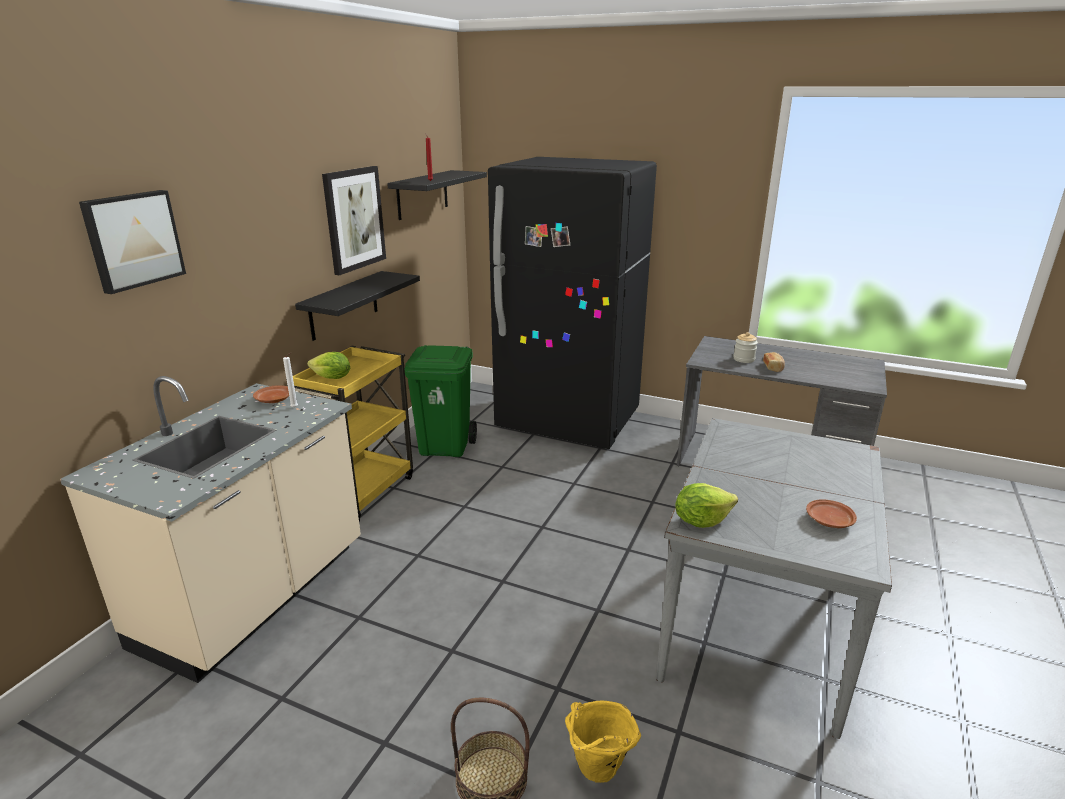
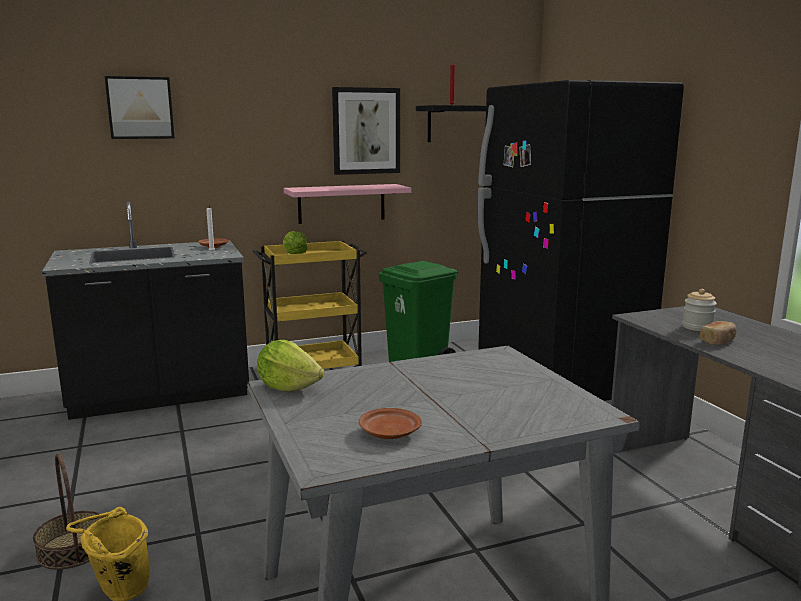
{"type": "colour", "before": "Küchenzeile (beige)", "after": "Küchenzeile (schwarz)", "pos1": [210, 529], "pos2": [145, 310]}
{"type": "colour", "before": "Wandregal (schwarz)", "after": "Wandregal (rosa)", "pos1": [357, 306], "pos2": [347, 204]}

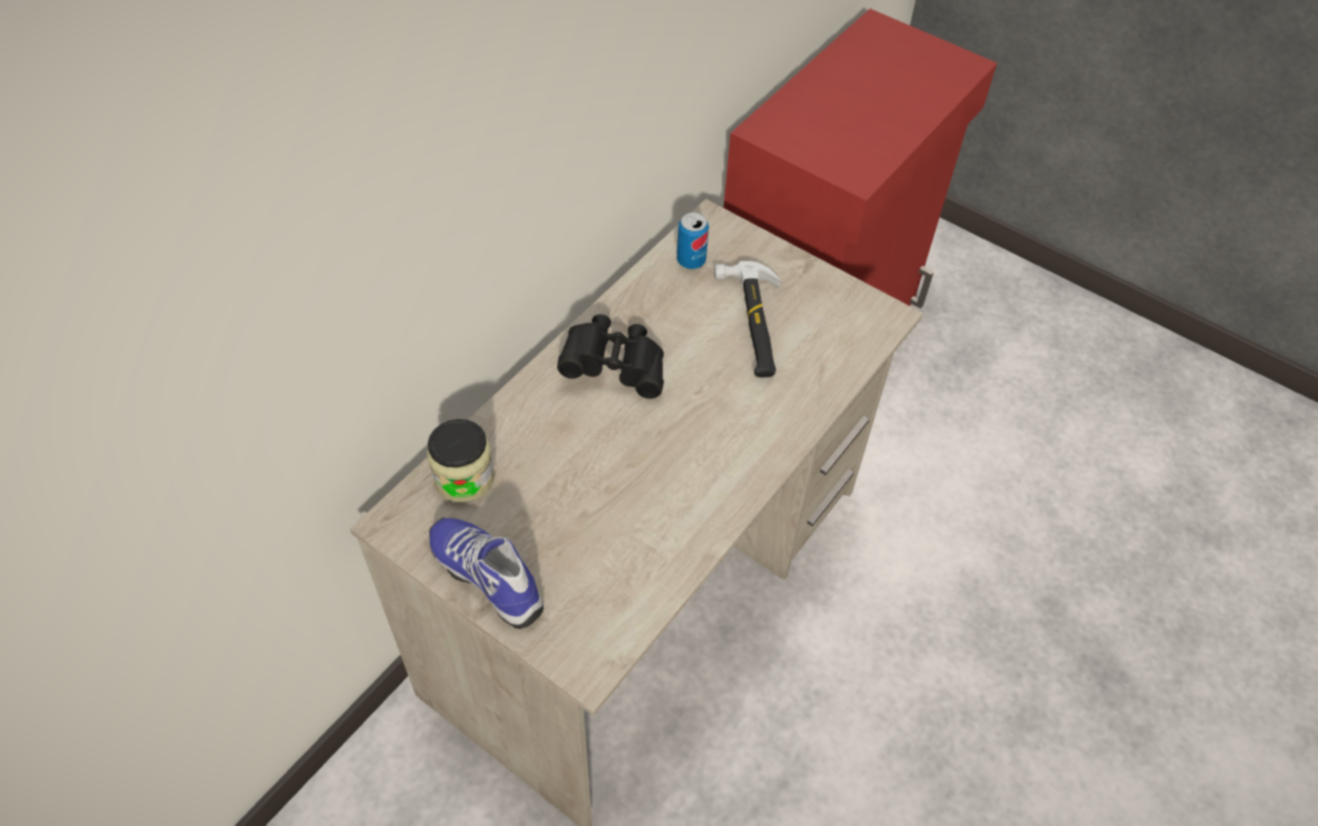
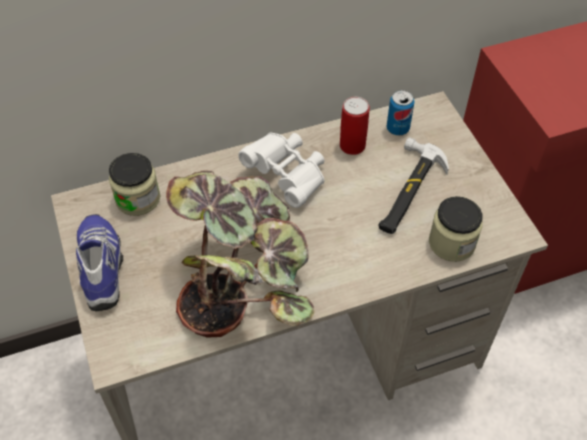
{"type": "colour", "before": "Fernglas (schwarz)", "after": "Fernglas (weiß)", "pos1": [610, 356], "pos2": [281, 170]}
{"type": "appeared", "after": "Topfpflanze", "pos2": [240, 254]}
{"type": "appeared", "after": "Dose", "pos2": [355, 126]}
{"type": "appeared", "after": "Vorratsglas", "pos2": [456, 229]}

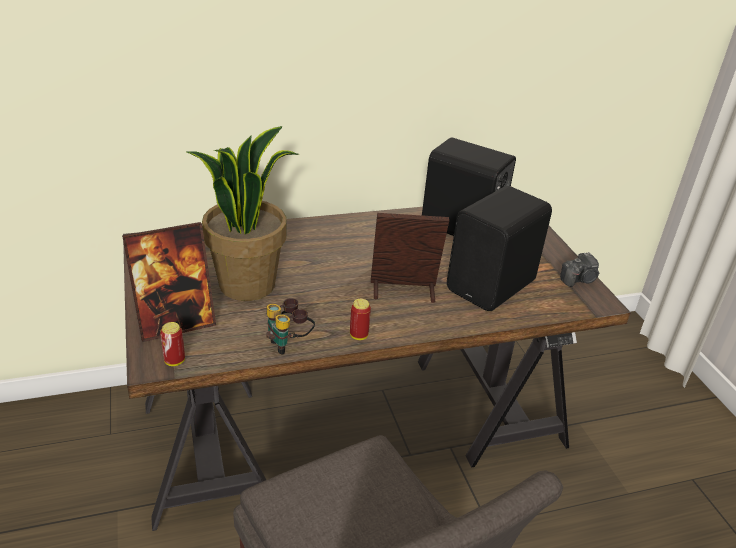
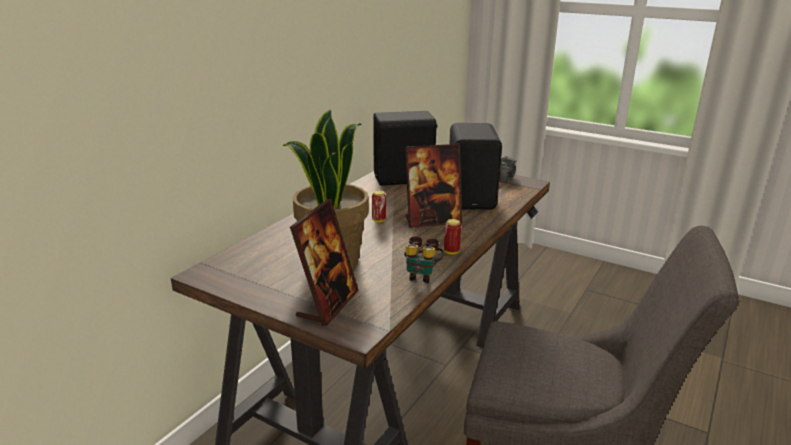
{"type": "relocated", "before": "Dose", "pos1": [172, 344], "pos2": [379, 206]}
{"type": "spun", "before": "Bilderrahmen", "pos1": [410, 258], "pos2": [433, 186], "turn": -150}

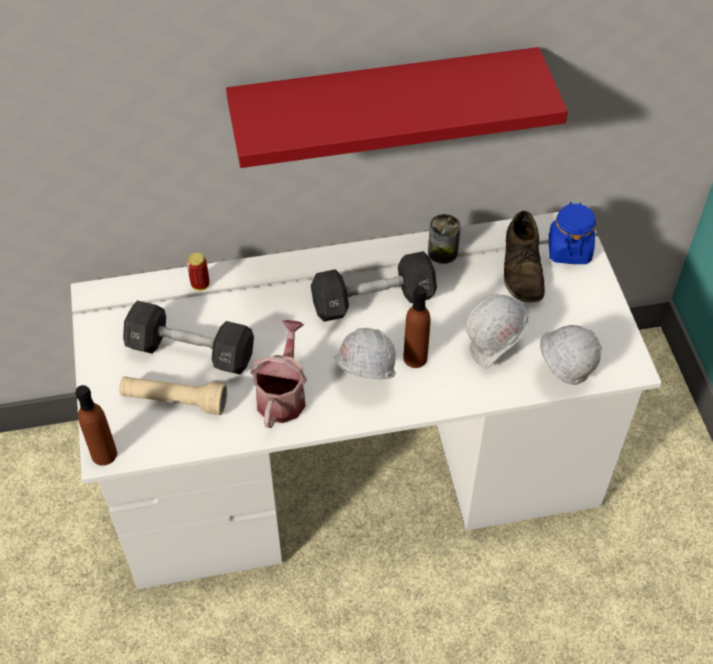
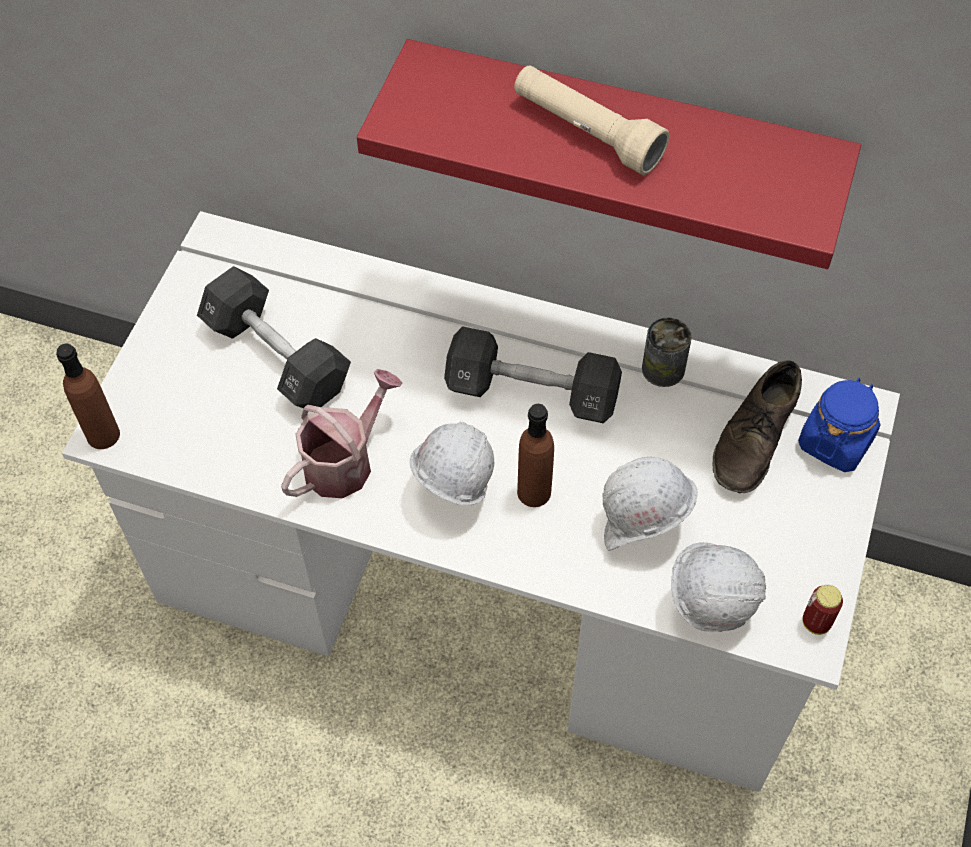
{"type": "relocated", "before": "Taschenlampe (beige)", "pos1": [173, 396], "pos2": [591, 120]}
{"type": "relocated", "before": "Dose", "pos1": [198, 272], "pos2": [822, 610]}

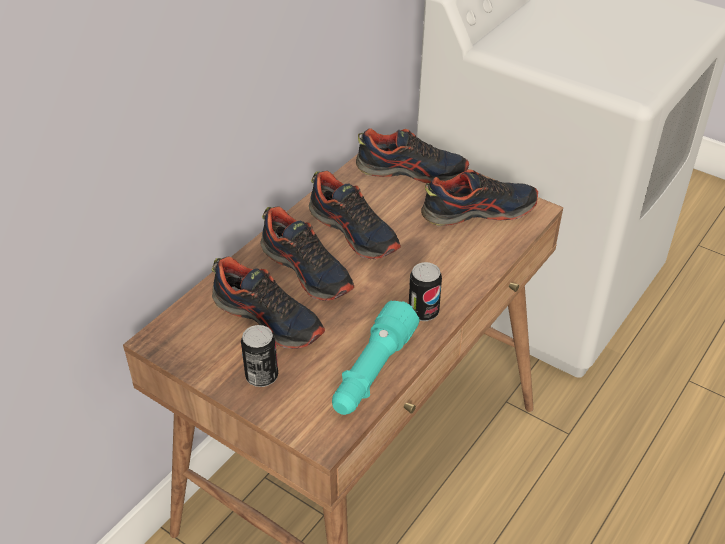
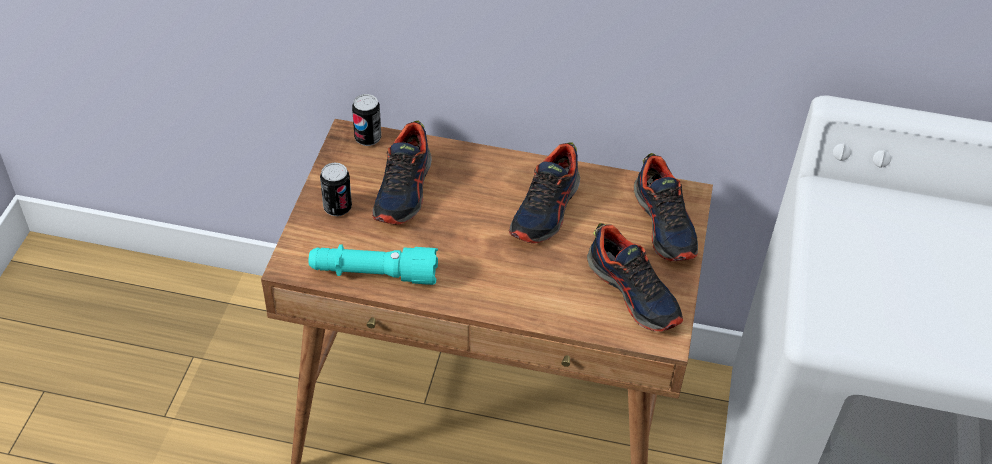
{"type": "missing", "before": "Schuh", "pos1": [307, 253]}
{"type": "relocated", "before": "Dose", "pos1": [425, 291], "pos2": [366, 120]}

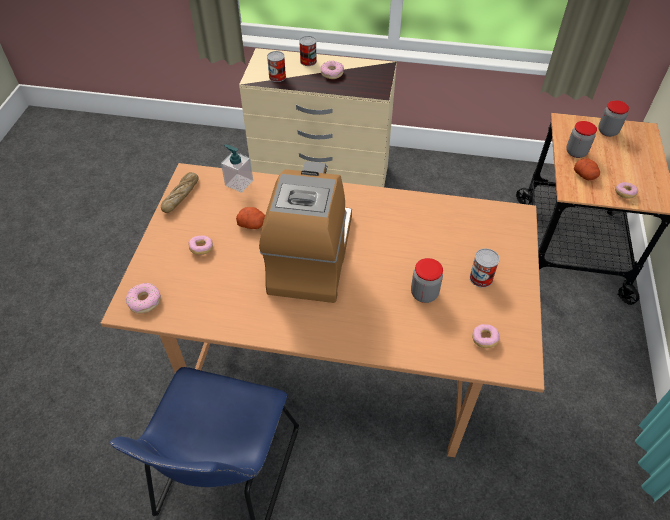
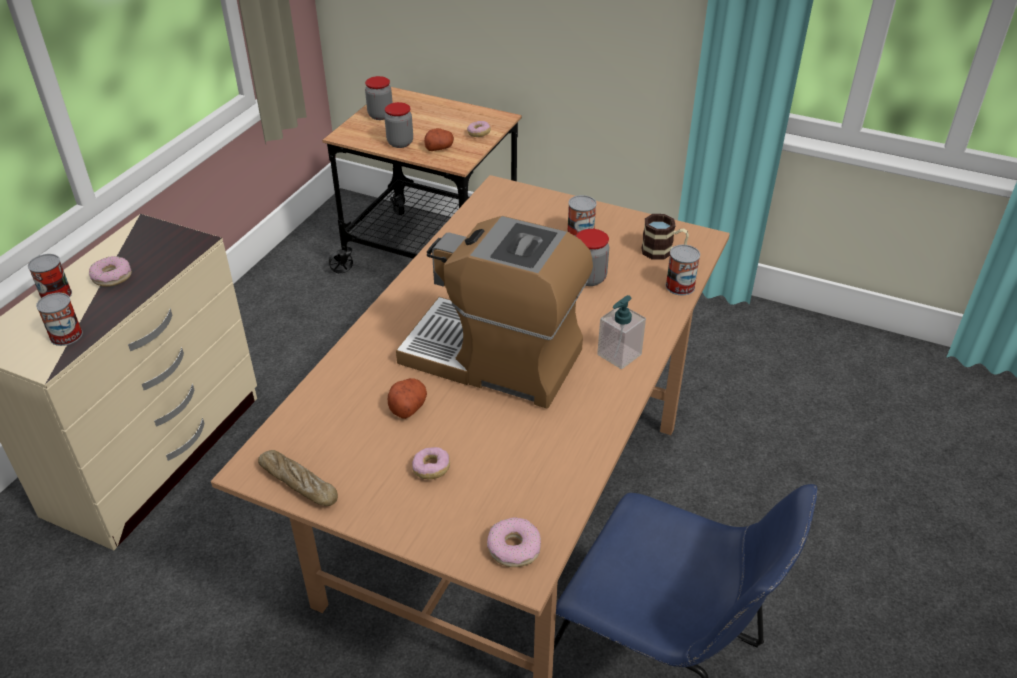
{"type": "relocated", "before": "Seifenspender", "pos1": [237, 168], "pos2": [621, 332]}
{"type": "exchanged", "before": "Donut", "after": "Henkelbecher", "pos1": [485, 336], "pos2": [665, 237]}
{"type": "appeared", "after": "Dose", "pos2": [683, 270]}

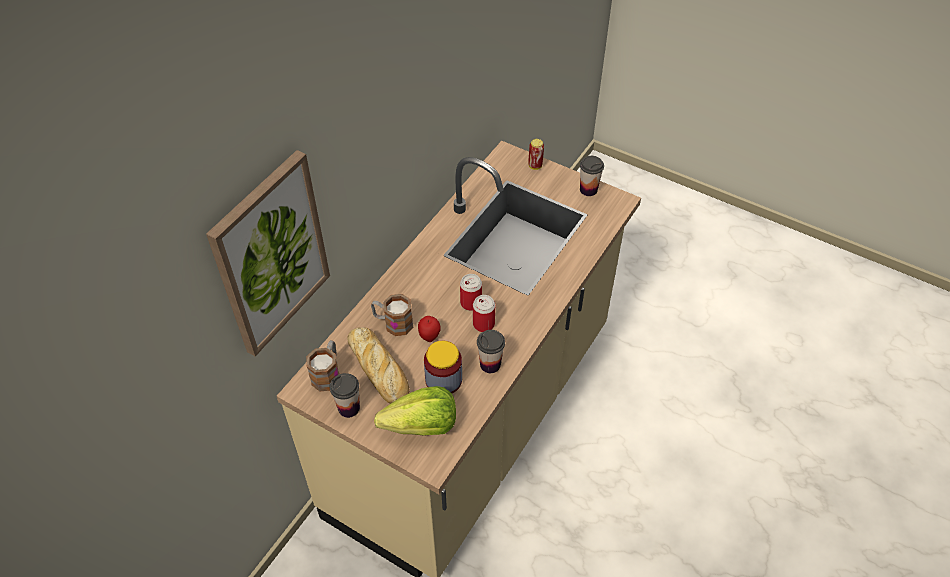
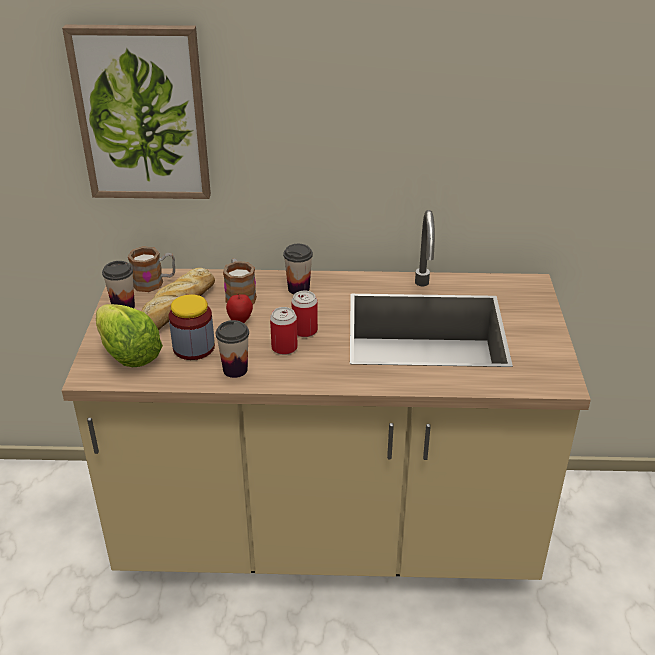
{"type": "missing", "before": "Dose", "pos1": [536, 154]}
{"type": "relocated", "before": "Tasse", "pos1": [592, 176], "pos2": [298, 269]}

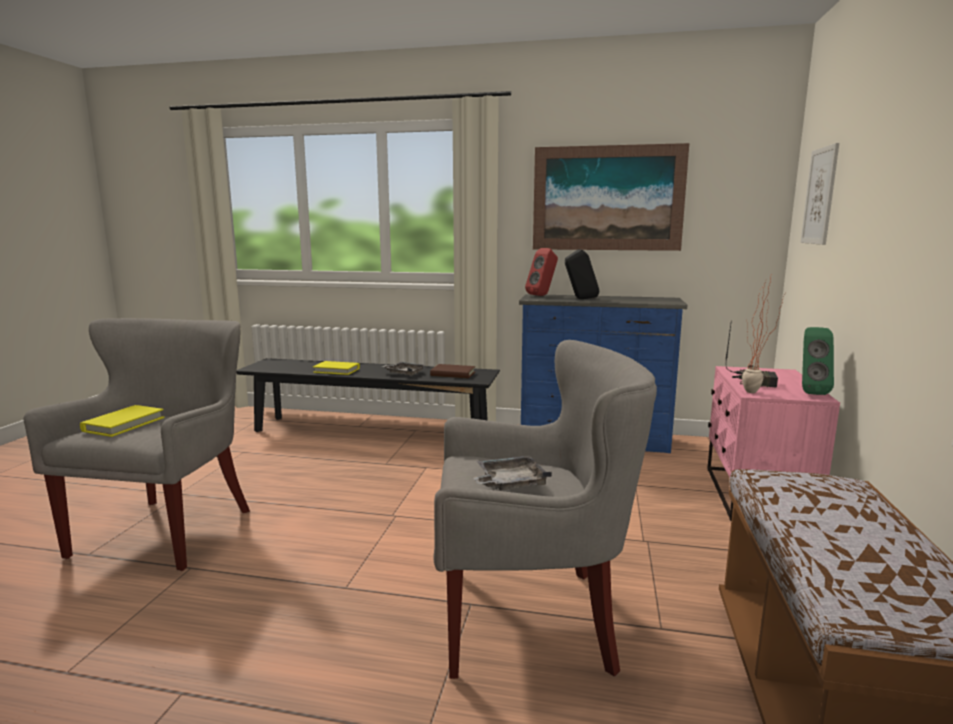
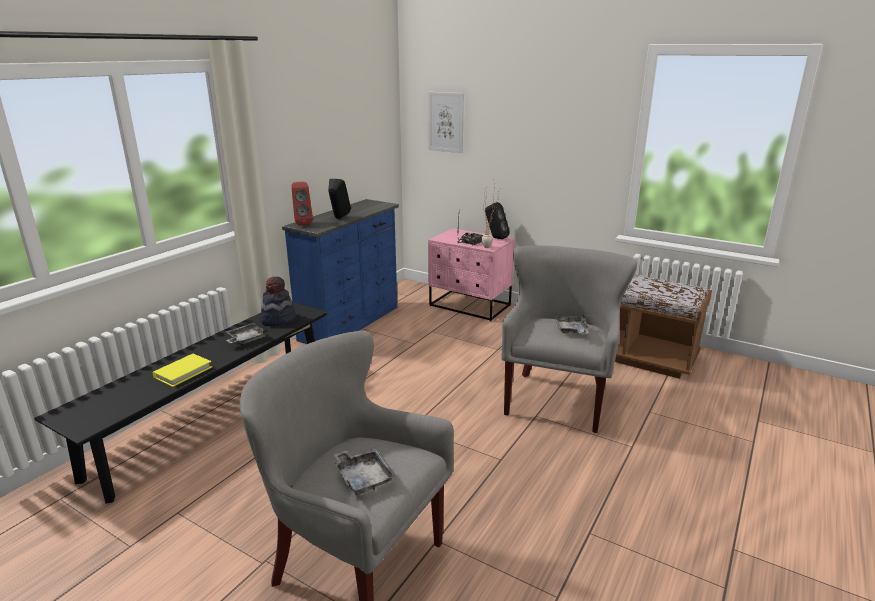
{"type": "exchanged", "before": "Buch (gelb)", "after": "Tablett (grau)", "pos1": [122, 421], "pos2": [364, 472]}
{"type": "exchanged", "before": "Buch (braun)", "after": "Hut", "pos1": [452, 371], "pos2": [278, 301]}
{"type": "missing", "before": "Bild", "pos1": [611, 197]}
{"type": "colour", "before": "Lautsprecher (grün)", "after": "Lautsprecher (schwarz)", "pos1": [818, 361], "pos2": [497, 220]}

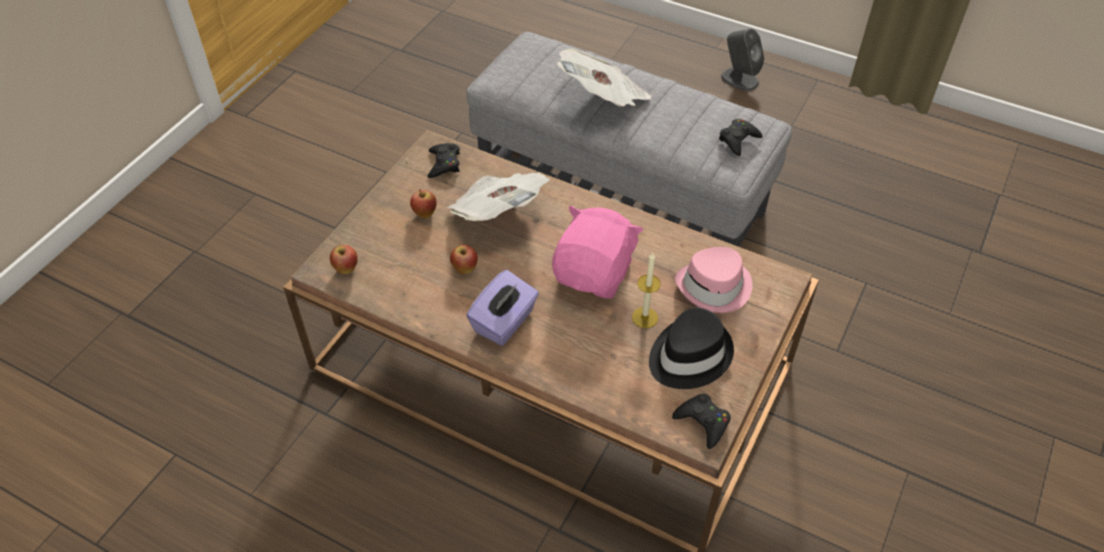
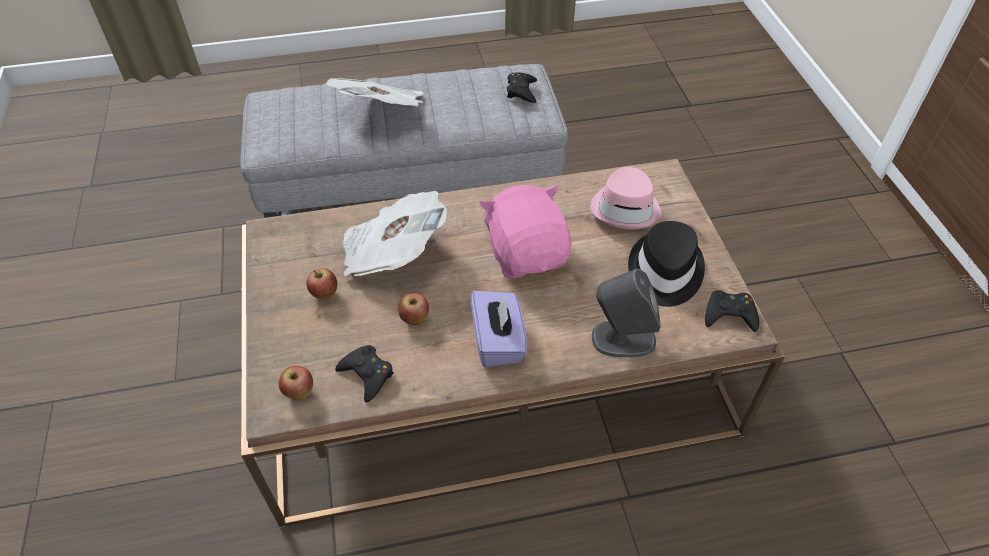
{"type": "relocated", "before": "Gamepad (schwarz)", "pos1": [443, 160], "pos2": [364, 374]}
{"type": "missing", "before": "Kerze", "pos1": [646, 290]}
{"type": "relocated", "before": "Lautsprecher (grau)", "pos1": [742, 60], "pos2": [626, 313]}

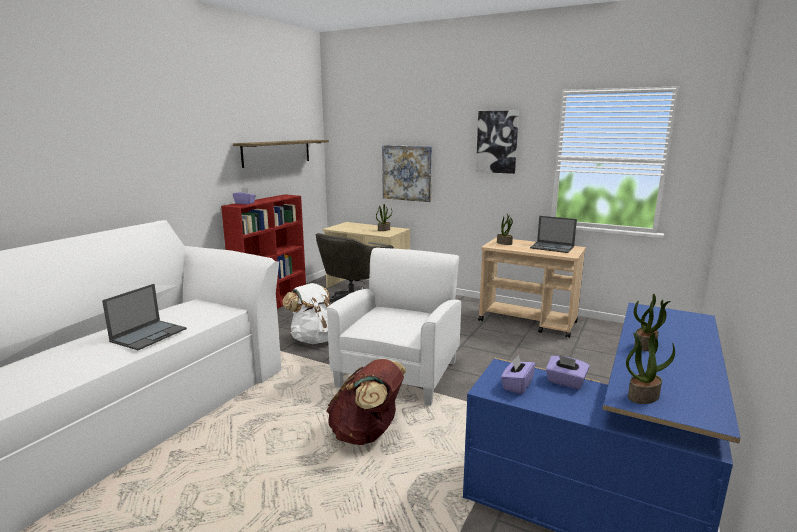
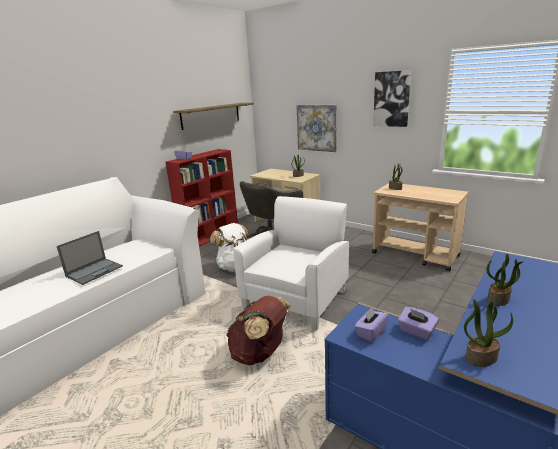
{"type": "missing", "before": "Laptop", "pos1": [553, 234]}

